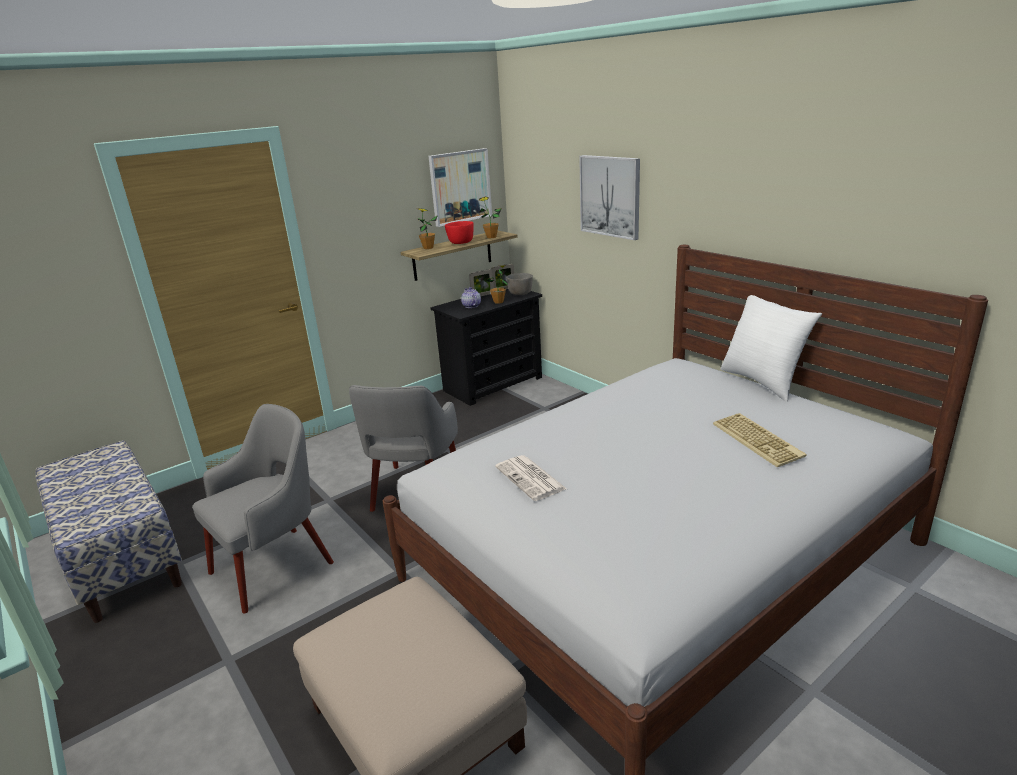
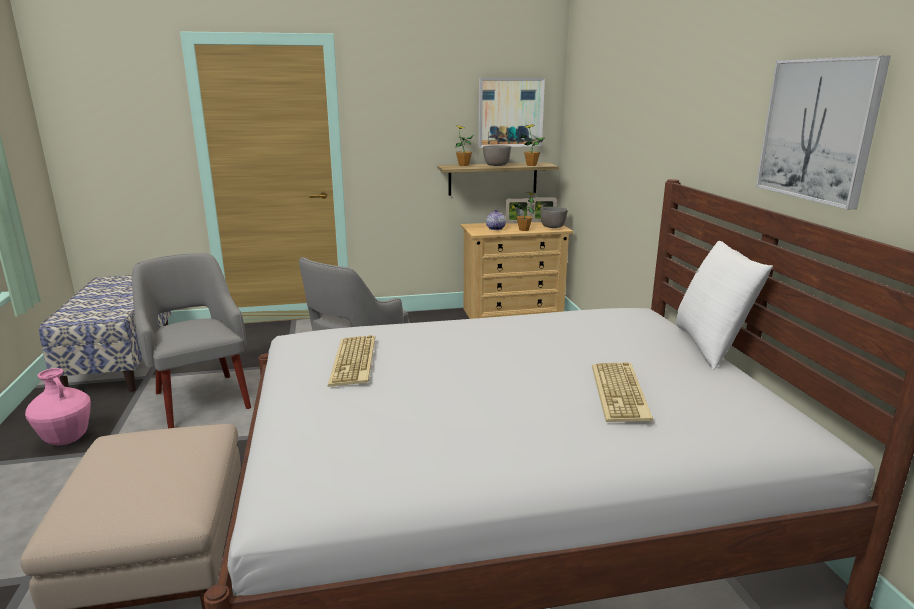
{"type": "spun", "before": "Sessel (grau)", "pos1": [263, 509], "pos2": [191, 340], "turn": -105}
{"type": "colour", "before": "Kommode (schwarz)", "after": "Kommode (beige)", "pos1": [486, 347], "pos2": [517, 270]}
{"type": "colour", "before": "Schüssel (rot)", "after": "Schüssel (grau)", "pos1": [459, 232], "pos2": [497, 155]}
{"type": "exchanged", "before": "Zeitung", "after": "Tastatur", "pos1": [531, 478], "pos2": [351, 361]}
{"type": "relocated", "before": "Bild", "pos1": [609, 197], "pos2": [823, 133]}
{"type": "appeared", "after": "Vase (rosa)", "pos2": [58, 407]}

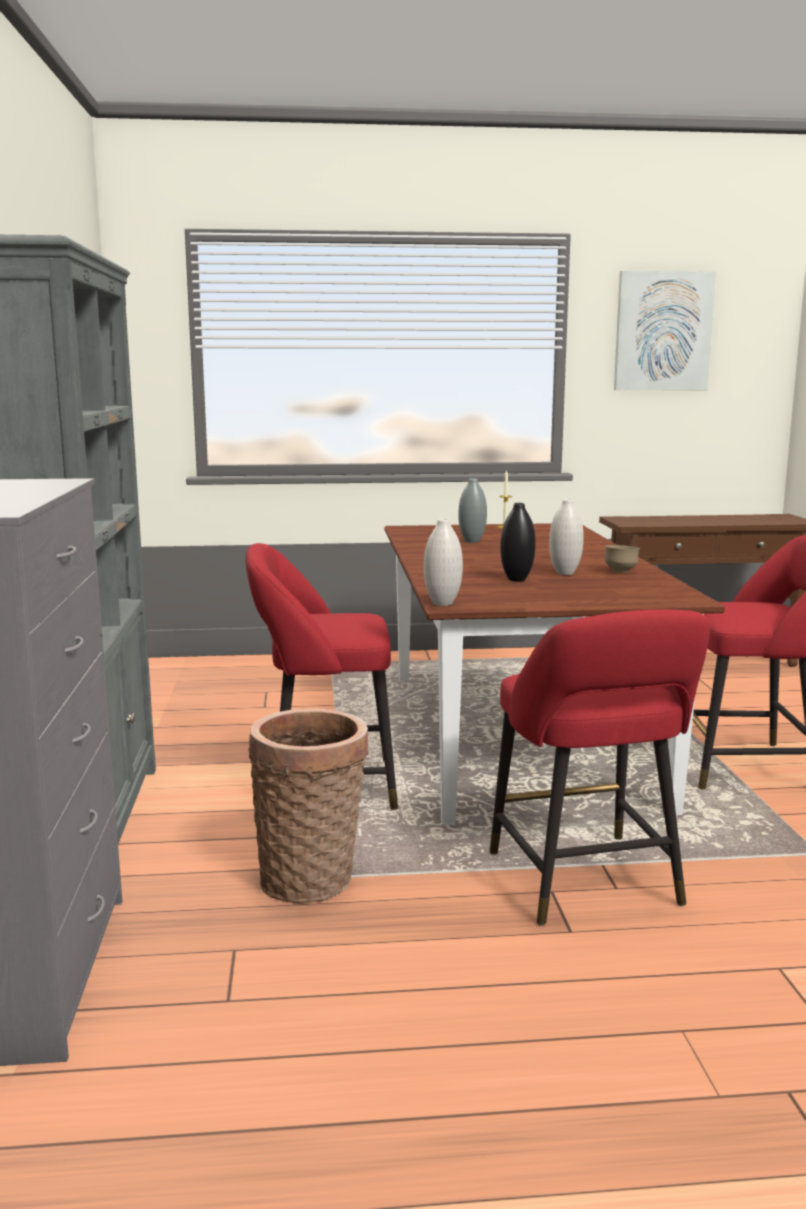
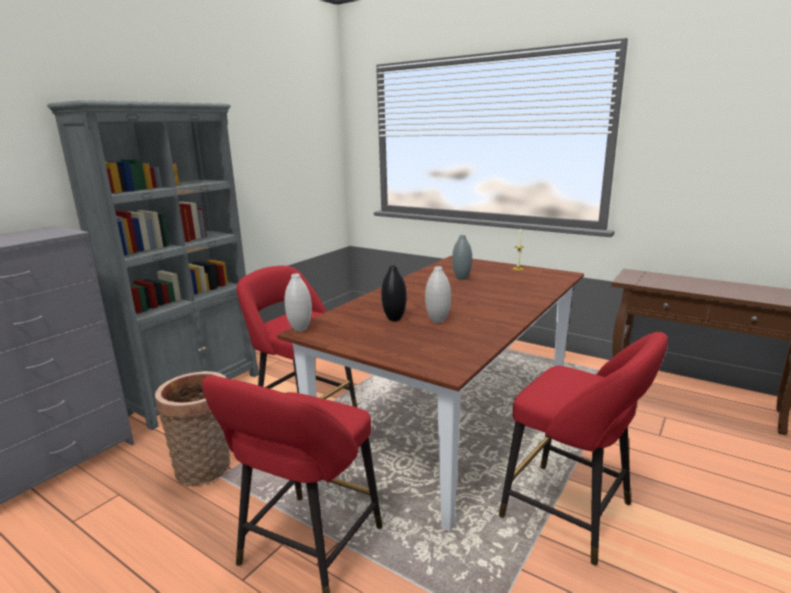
{"type": "missing", "before": "Schüssel (braun)", "pos1": [622, 559]}
{"type": "missing", "before": "Bild", "pos1": [665, 330]}

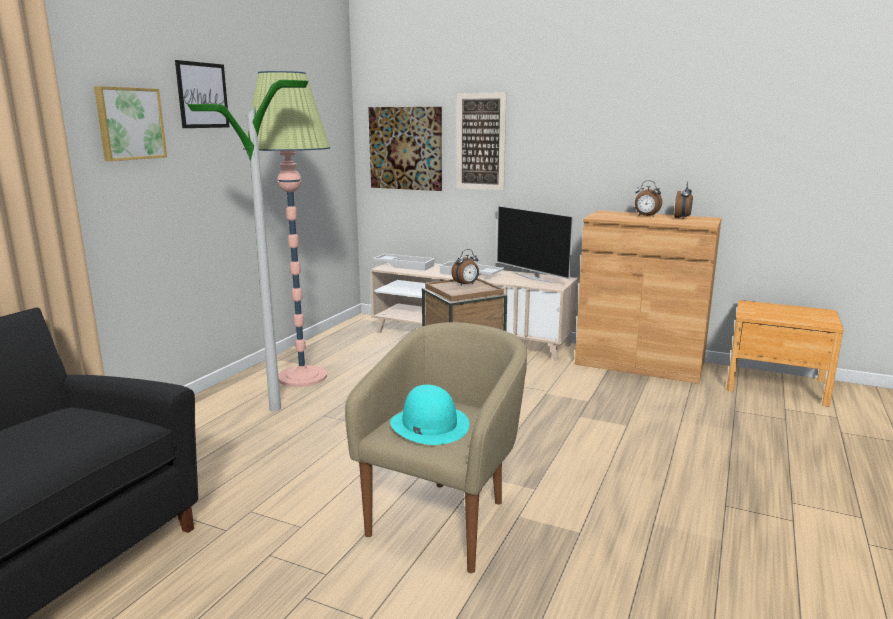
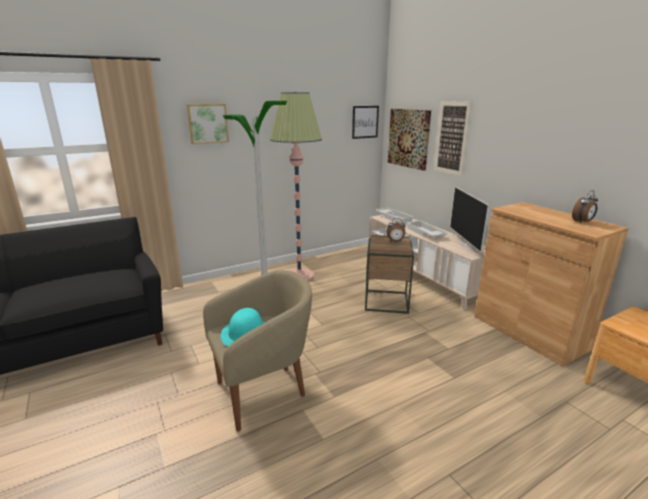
{"type": "relocated", "before": "Bild", "pos1": [202, 94], "pos2": [365, 122]}
{"type": "missing", "before": "Wecker", "pos1": [648, 198]}

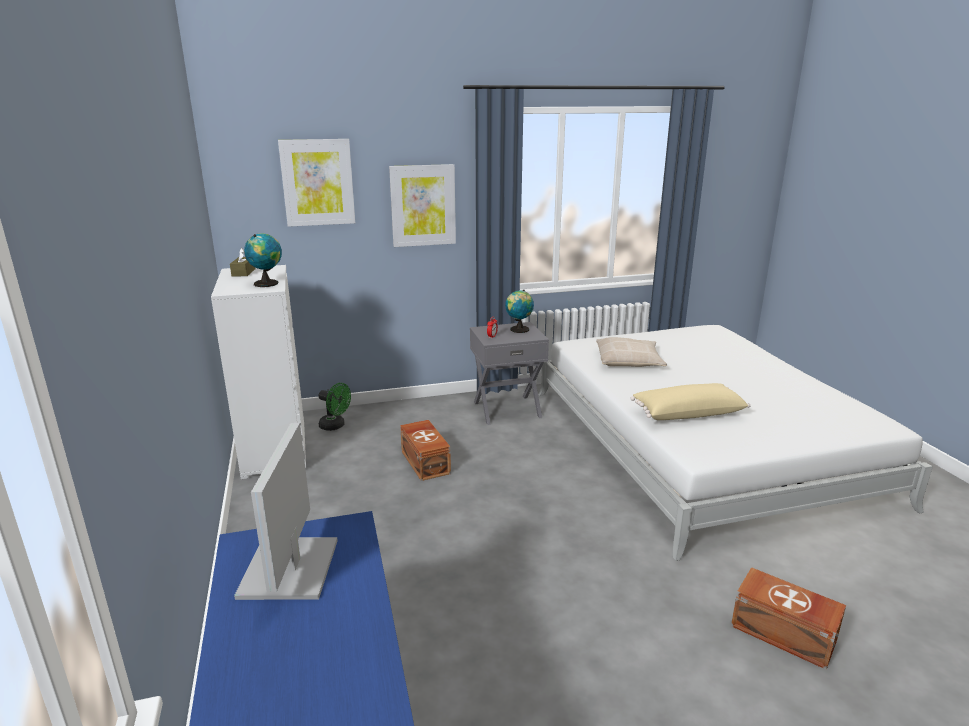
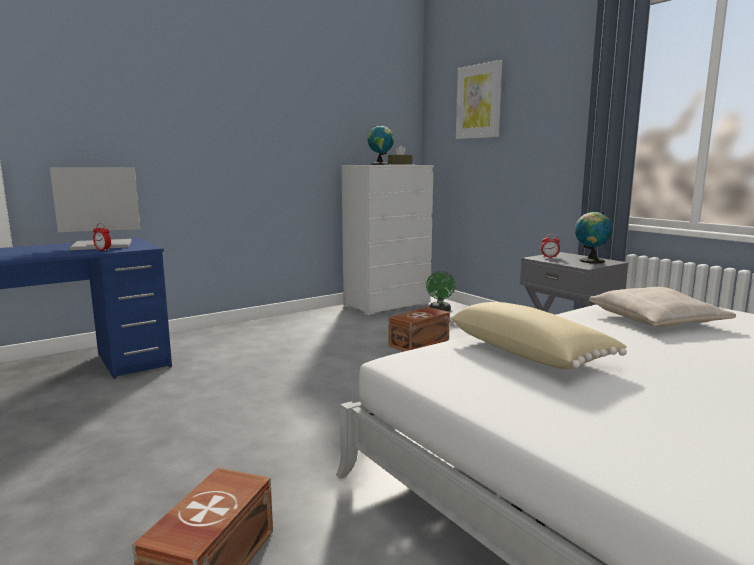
{"type": "missing", "before": "Bild", "pos1": [422, 205]}
{"type": "appeared", "after": "Wecker", "pos2": [102, 237]}

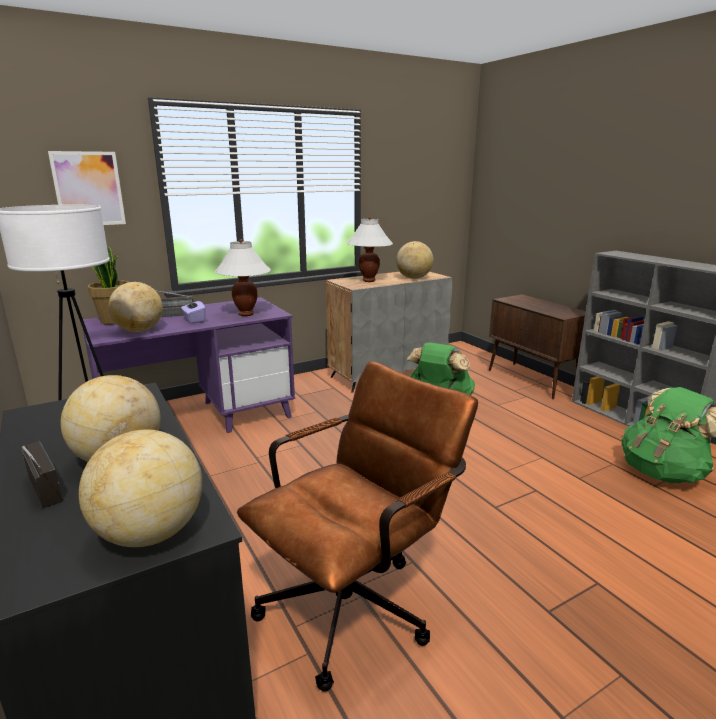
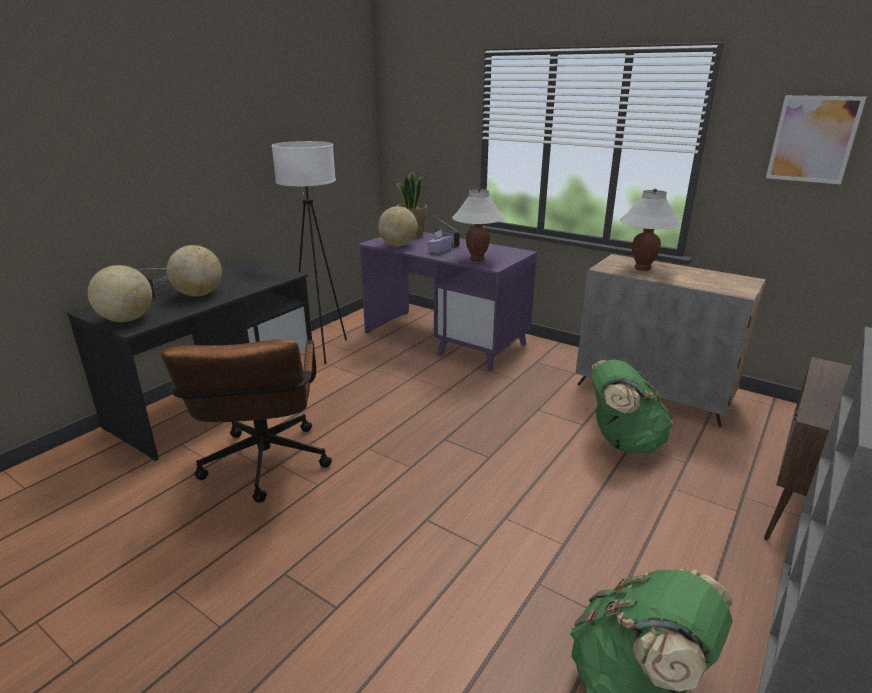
{"type": "relocated", "before": "Bild", "pos1": [87, 188], "pos2": [816, 139]}
{"type": "spun", "before": "Bürostuhl (braun)", "pos1": [357, 526], "pos2": [246, 421], "turn": 60}
{"type": "missing", "before": "Globus", "pos1": [414, 260]}

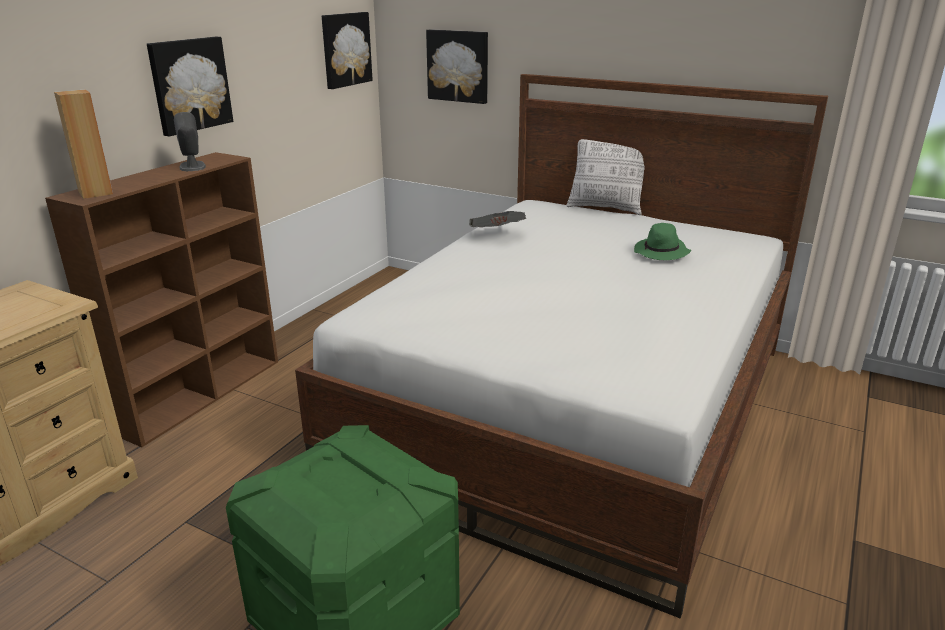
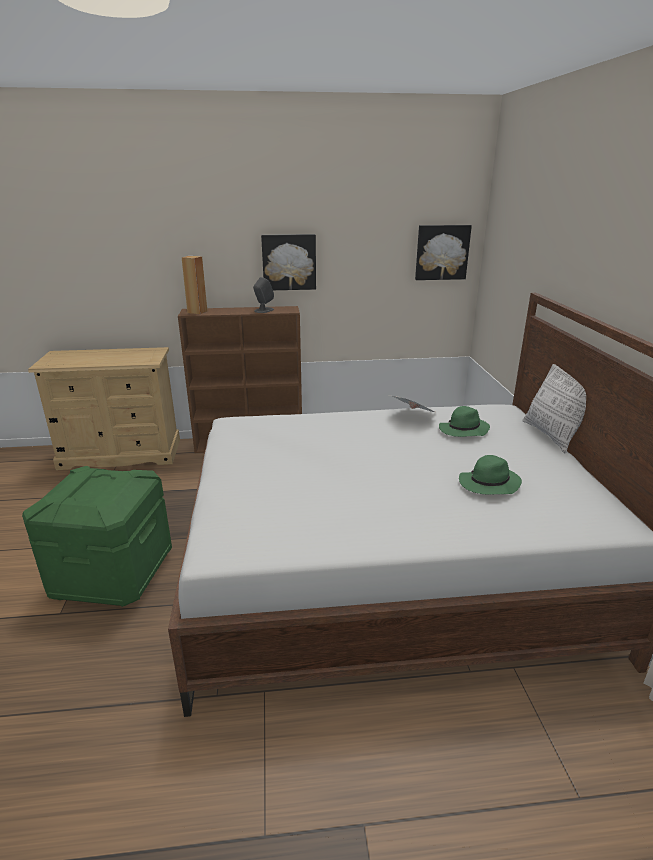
{"type": "missing", "before": "Bild", "pos1": [457, 66]}
{"type": "appeared", "after": "Hut (grün)", "pos2": [464, 421]}

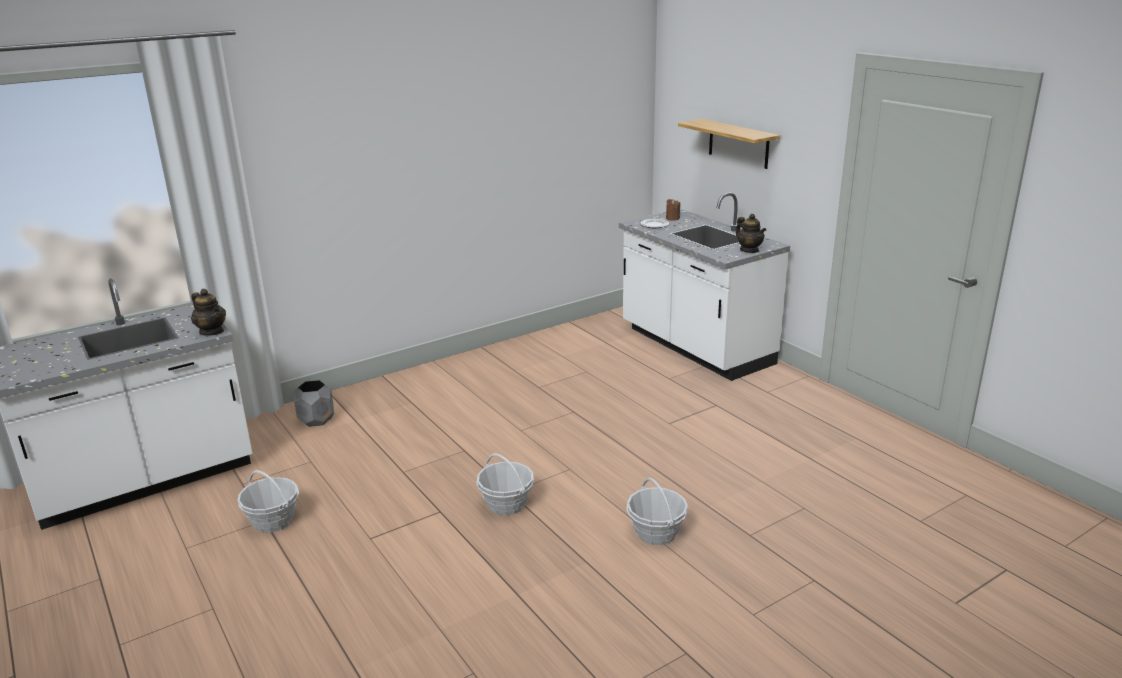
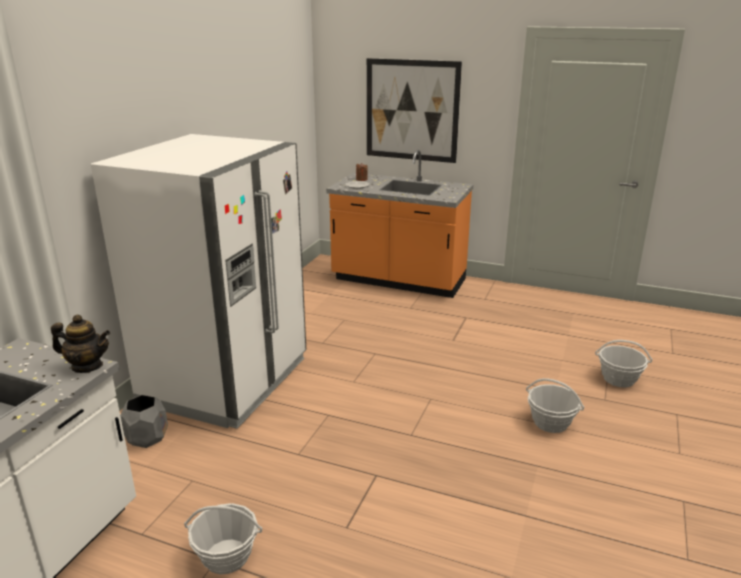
{"type": "relocated", "before": "Korb", "pos1": [505, 484], "pos2": [624, 363]}
{"type": "colour", "before": "Küchenzeile (weiß)", "after": "Küchenzeile (orange)", "pos1": [704, 286], "pos2": [399, 224]}
{"type": "exchanged", "before": "Wandregal", "after": "Bild", "pos1": [729, 144], "pos2": [414, 110]}
{"type": "missing", "before": "Teekanne", "pos1": [751, 233]}
{"type": "appeared", "after": "Kühlschrank (weiß)", "pos2": [198, 281]}

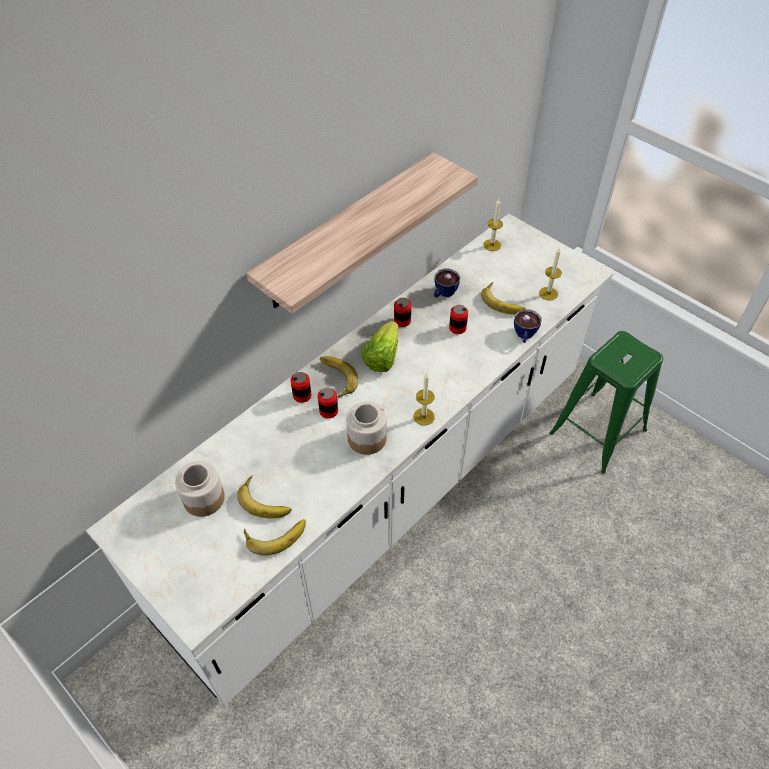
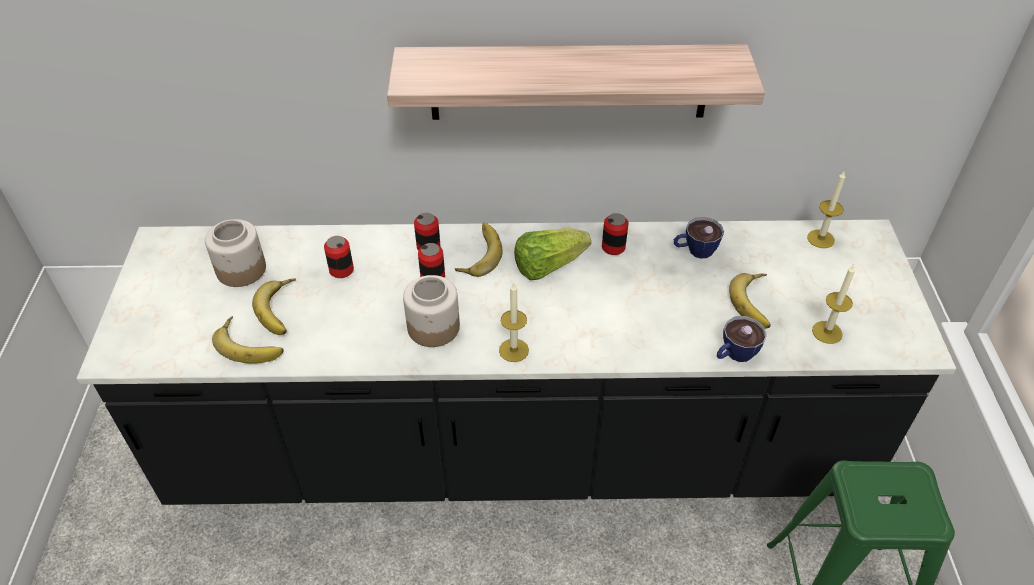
{"type": "colour", "before": "Küchenzeile (weiß)", "after": "Küchenzeile (schwarz)", "pos1": [350, 460], "pos2": [516, 362]}
{"type": "relocated", "before": "Dose", "pos1": [458, 319], "pos2": [339, 257]}

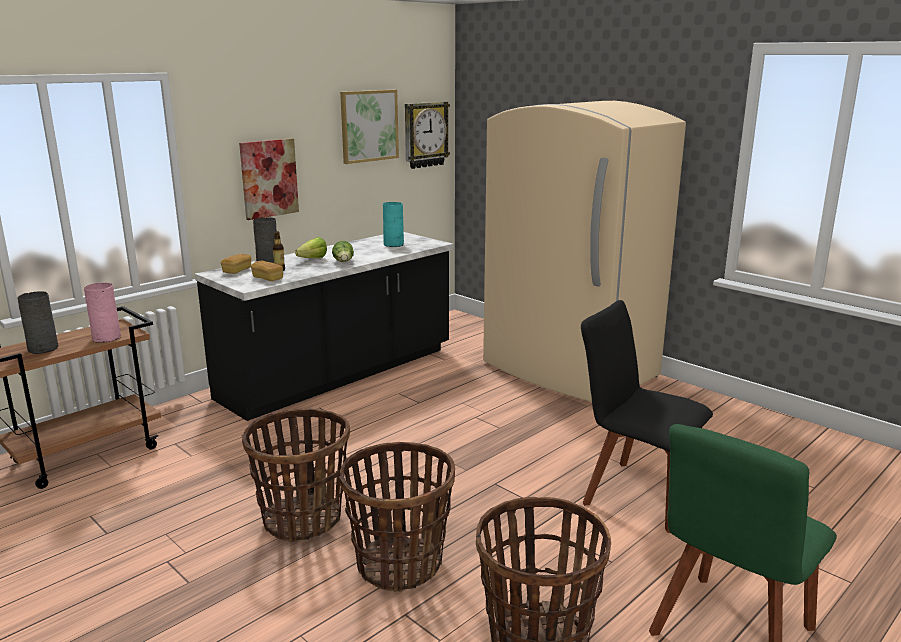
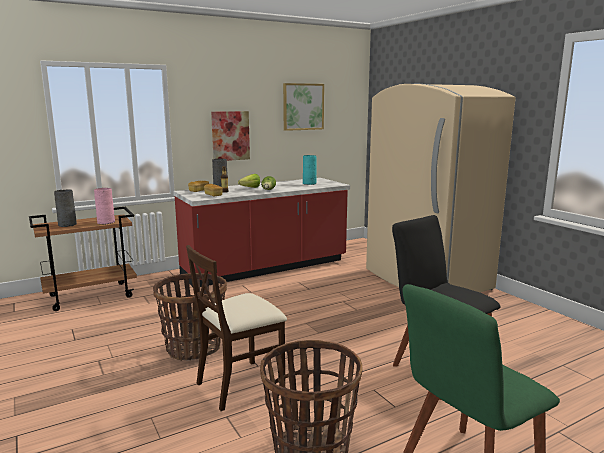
{"type": "colour", "before": "Küchenzeile (schwarz)", "after": "Küchenzeile (rot)", "pos1": [324, 326], "pos2": [261, 232]}
{"type": "exchanged", "before": "Korb", "after": "Stuhl (beige)", "pos1": [397, 517], "pos2": [236, 328]}
{"type": "missing", "before": "Wanduhr", "pos1": [427, 135]}

